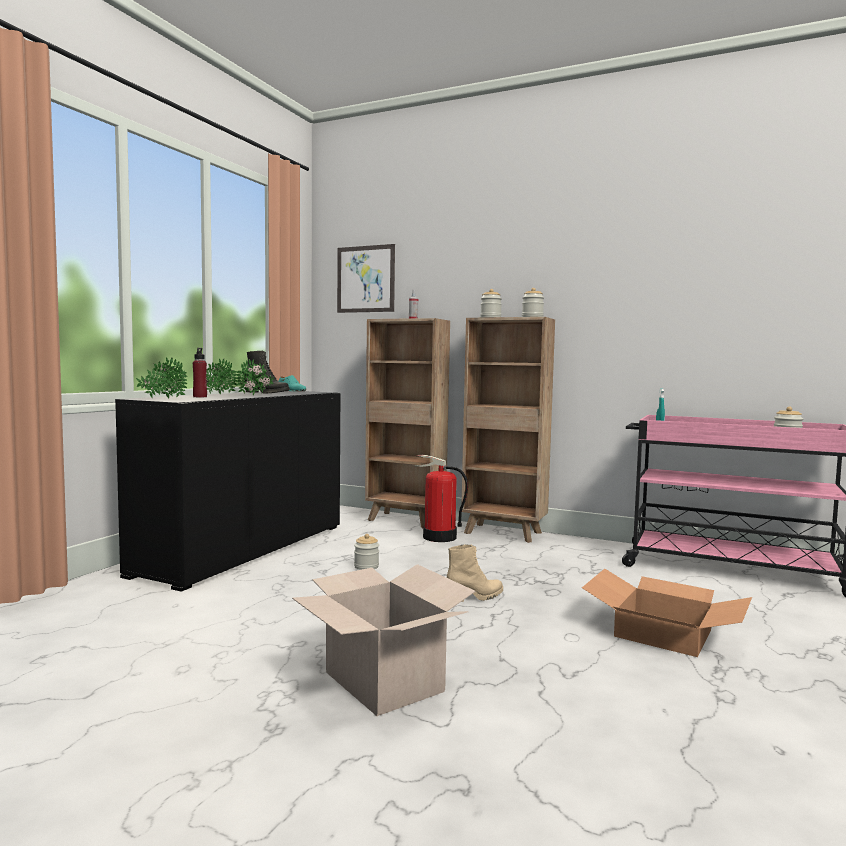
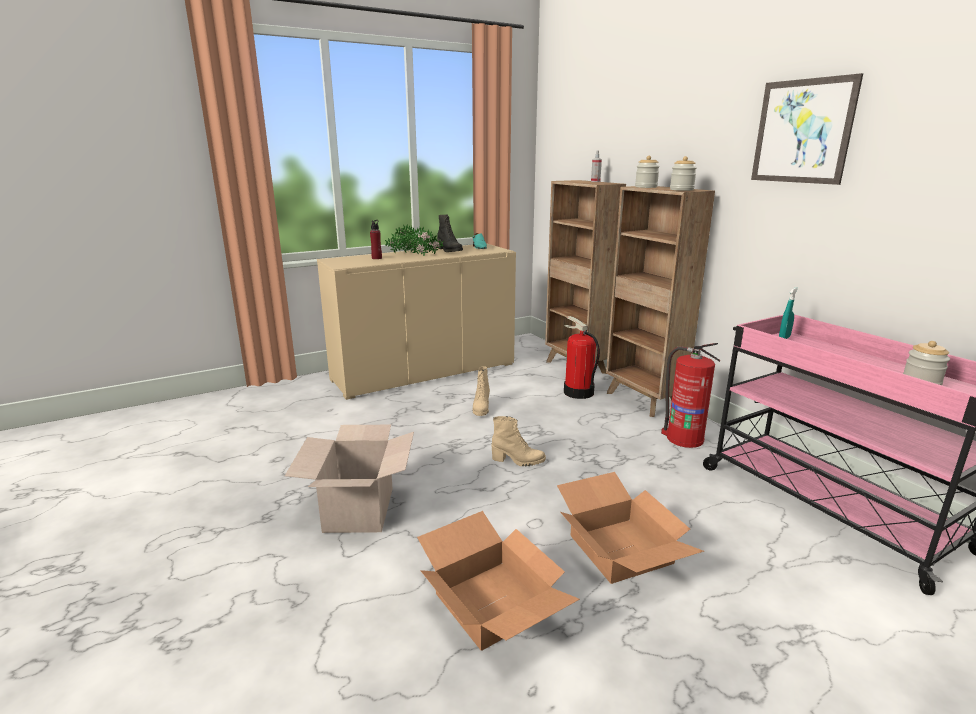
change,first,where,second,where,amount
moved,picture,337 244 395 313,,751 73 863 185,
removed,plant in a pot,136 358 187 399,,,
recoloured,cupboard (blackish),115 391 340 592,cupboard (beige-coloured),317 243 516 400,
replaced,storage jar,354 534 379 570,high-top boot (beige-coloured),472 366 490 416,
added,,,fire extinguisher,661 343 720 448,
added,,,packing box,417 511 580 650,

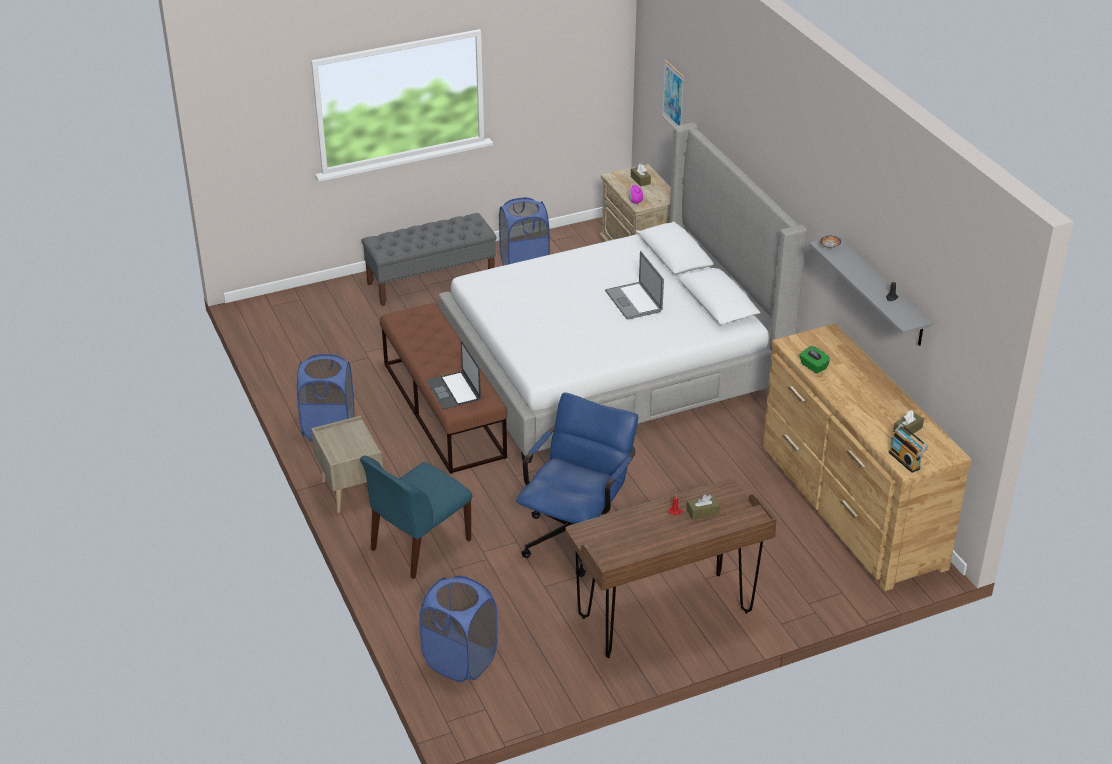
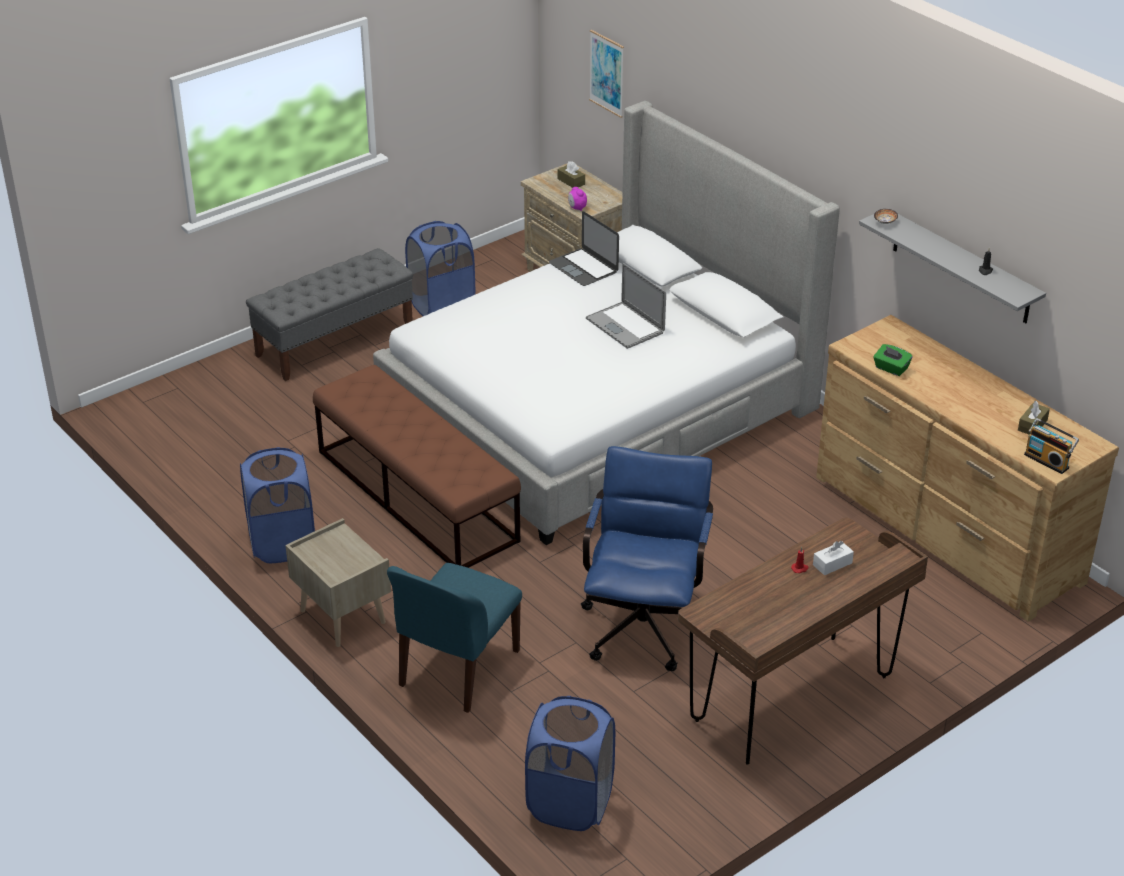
change,first,where,second,where,amount
moved,laptop,426 341 481 409,,549 211 619 286,
recoloured,box of tissues (brownish),687 495 720 520,box of tissues (whitish),813 541 854 575,

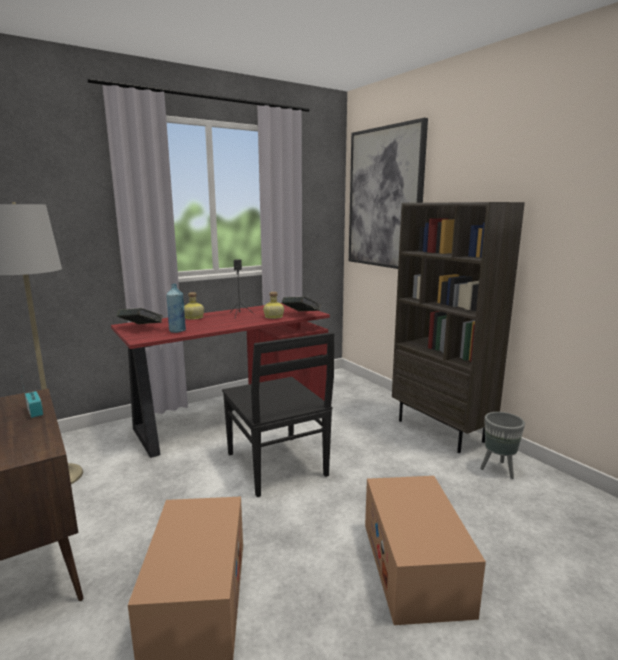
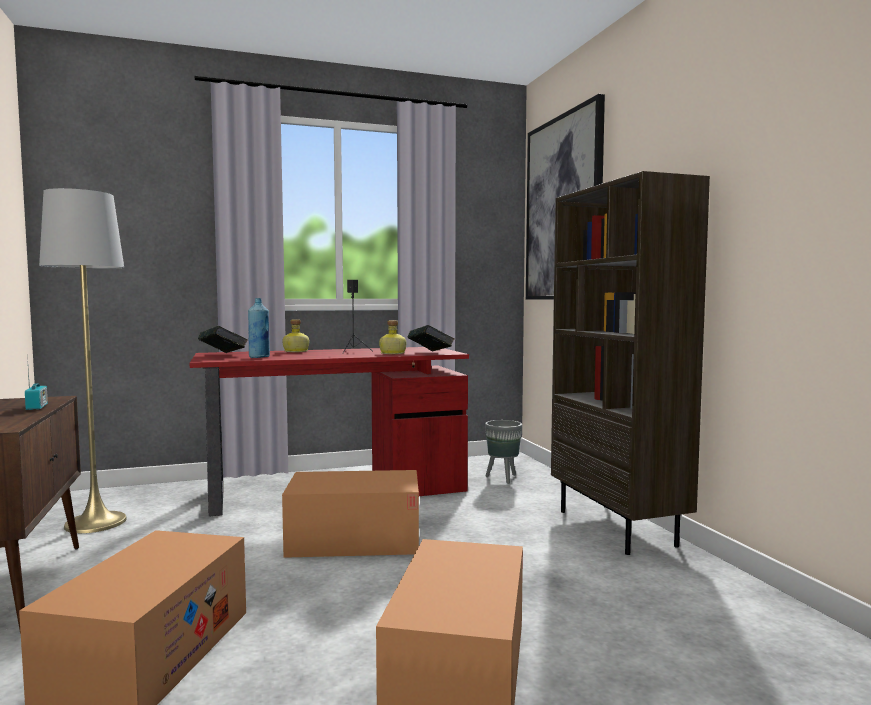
change,first,where,second,where,amount
replaced,upright chair (blackish),222 332 335 497,packing box,282 470 419 558,
moved,plant pot (grey),480 412 525 479,,485 420 522 484,

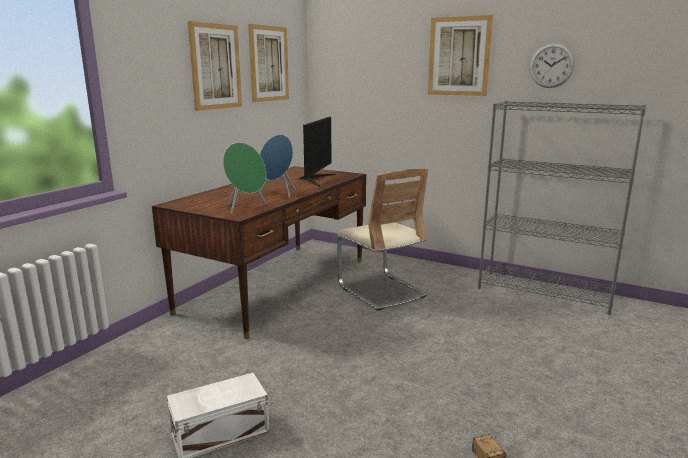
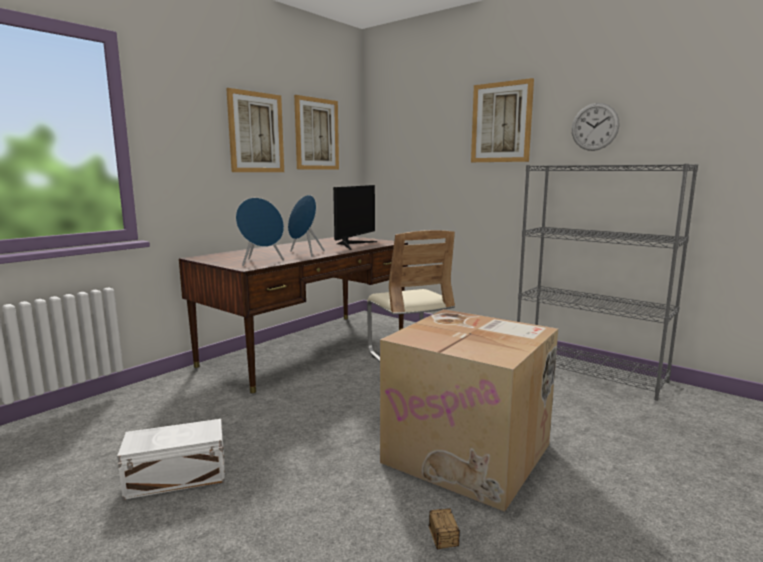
change,first,where,second,where,amount
recoloured,audio speaker (green-coloured),223 142 266 214,audio speaker (blue-coloured),236 198 284 266,
added,,,packing box,380 309 558 512,

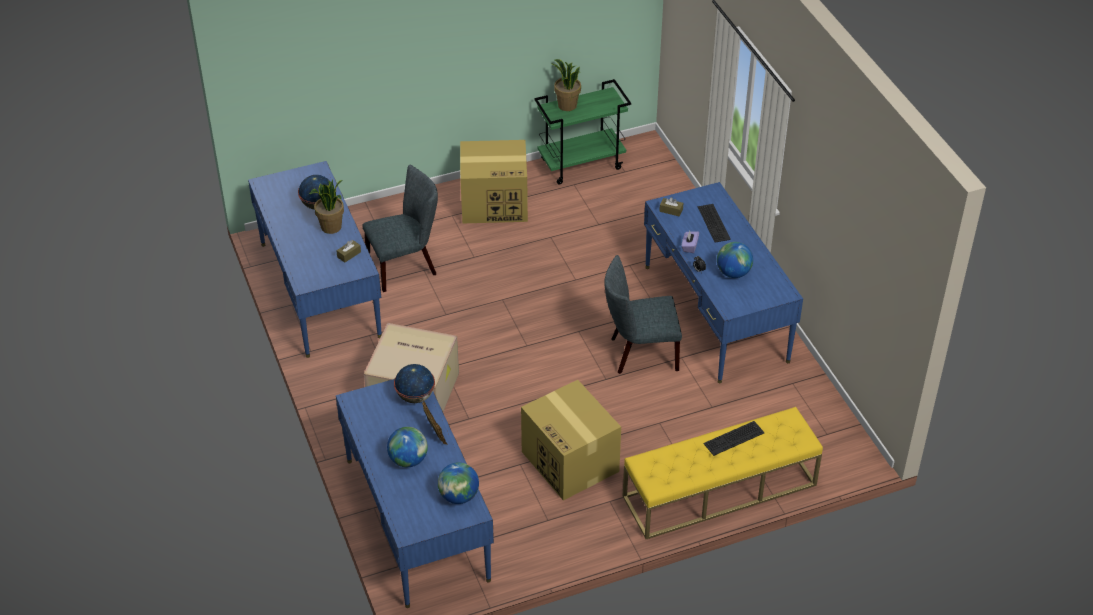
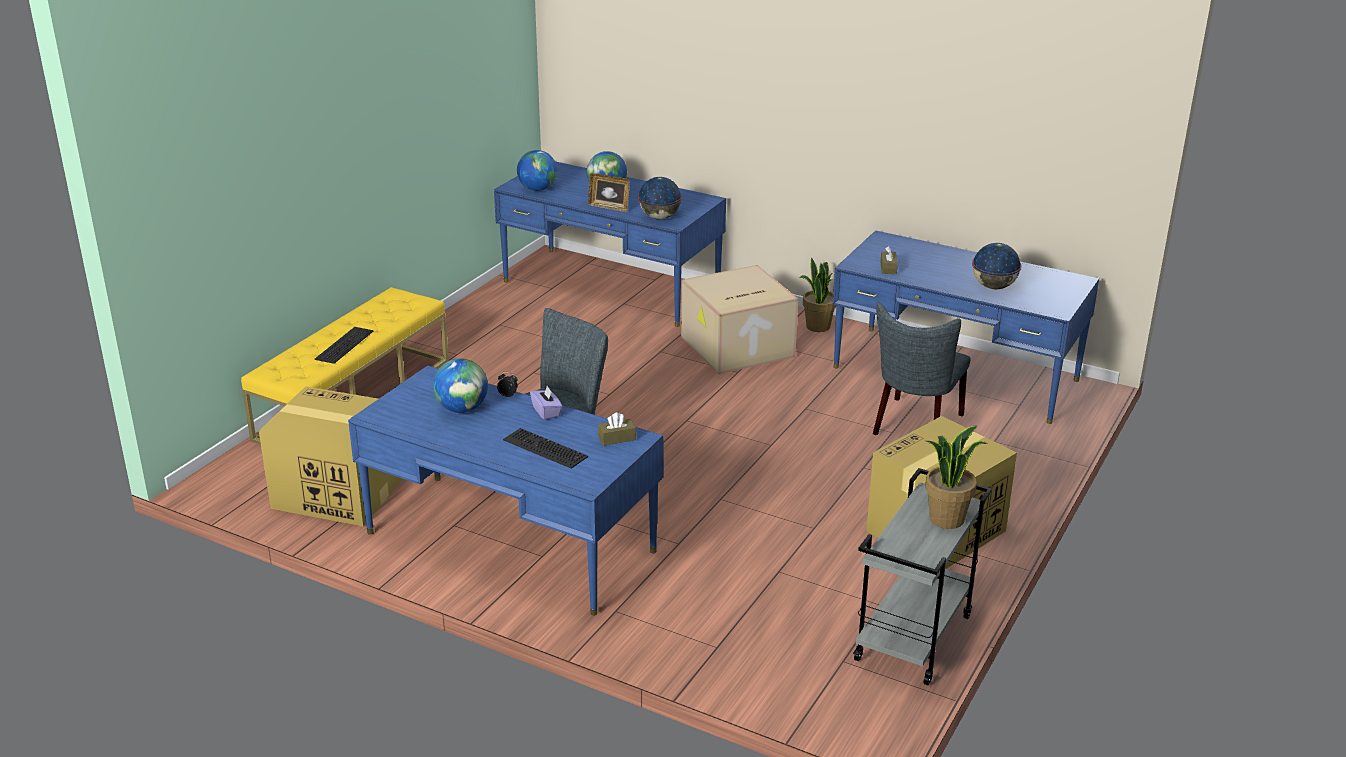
change,first,where,second,where,amount
recoloured,wheeled cart (green-coloured),534 79 631 185,wheeled cart (grey),853 468 992 685,
moved,plant in a pot,310 180 344 234,,799 257 836 332,
moved,packing box,521 380 621 501,,259 386 403 526,

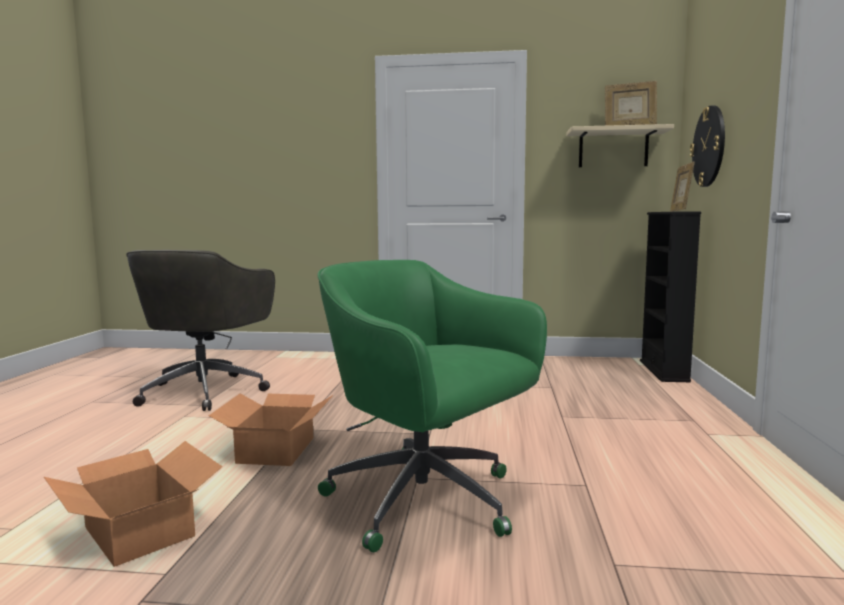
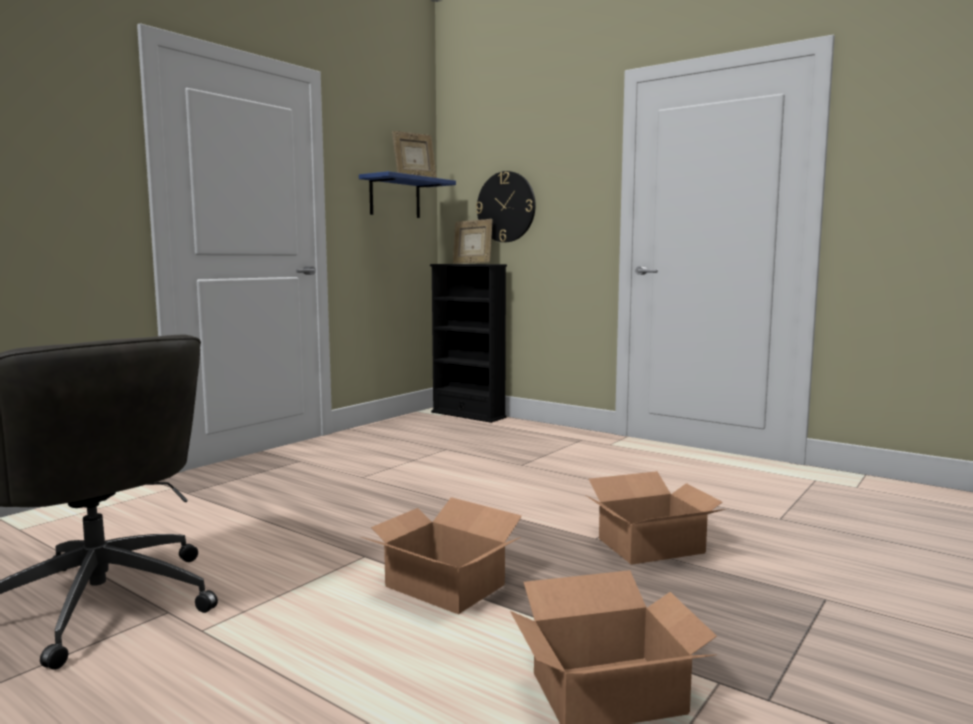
change,first,where,second,where,amount
recoloured,bracket shelf (beige-coloured),566 124 674 167,bracket shelf (blue-coloured),359 171 456 218,
replaced,computer chair (green-coloured),317 260 547 552,packing box,586 471 725 565,

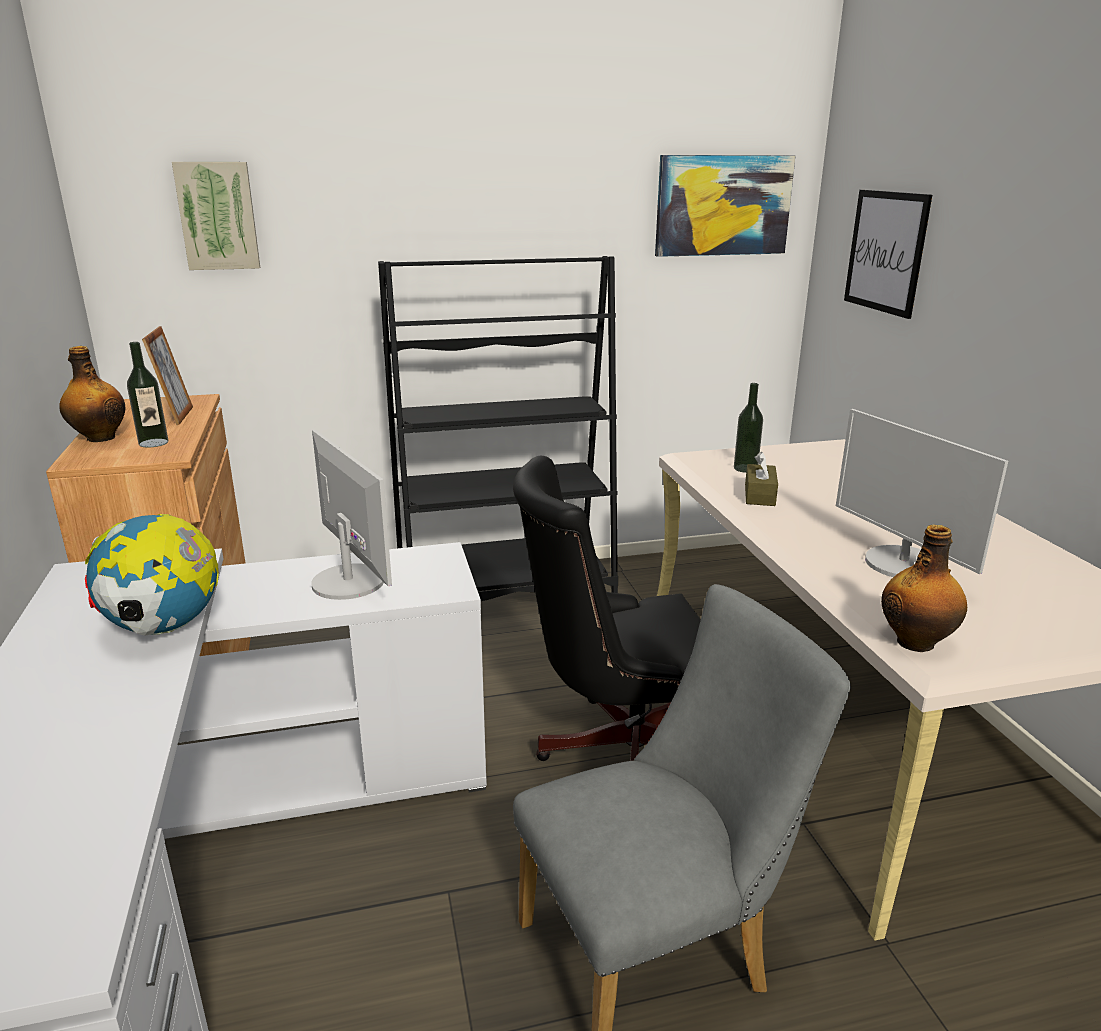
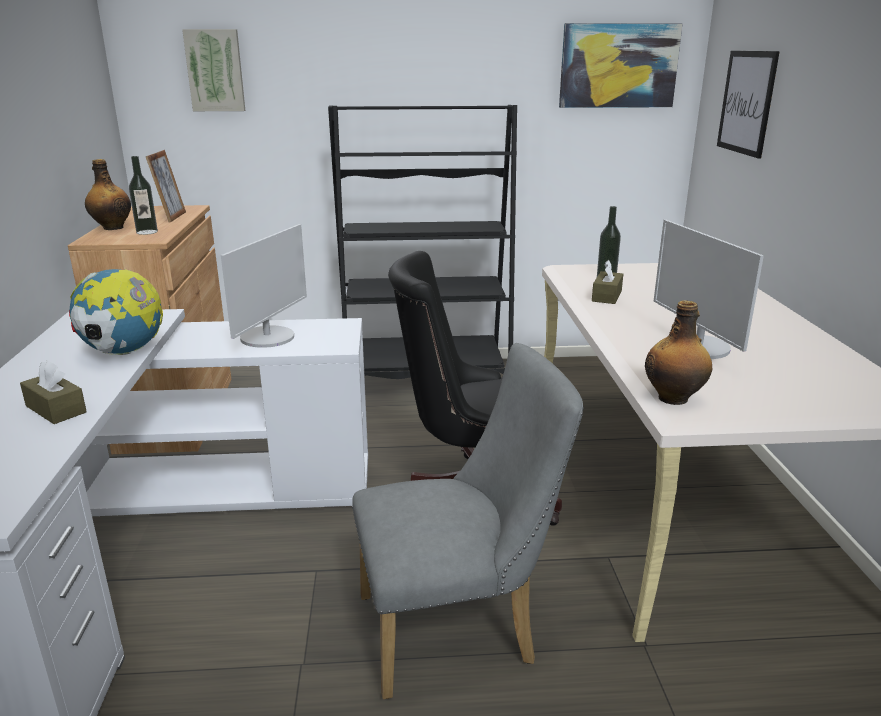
change,first,where,second,where,amount
turned,computer screen,311 430 392 600,,221 224 307 348,45 degrees clockwise
added,,,box of tissues (brownish),20 360 87 424,

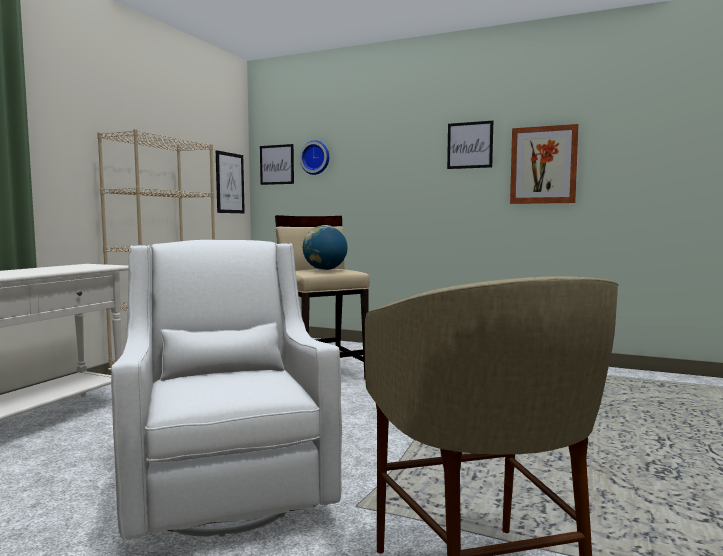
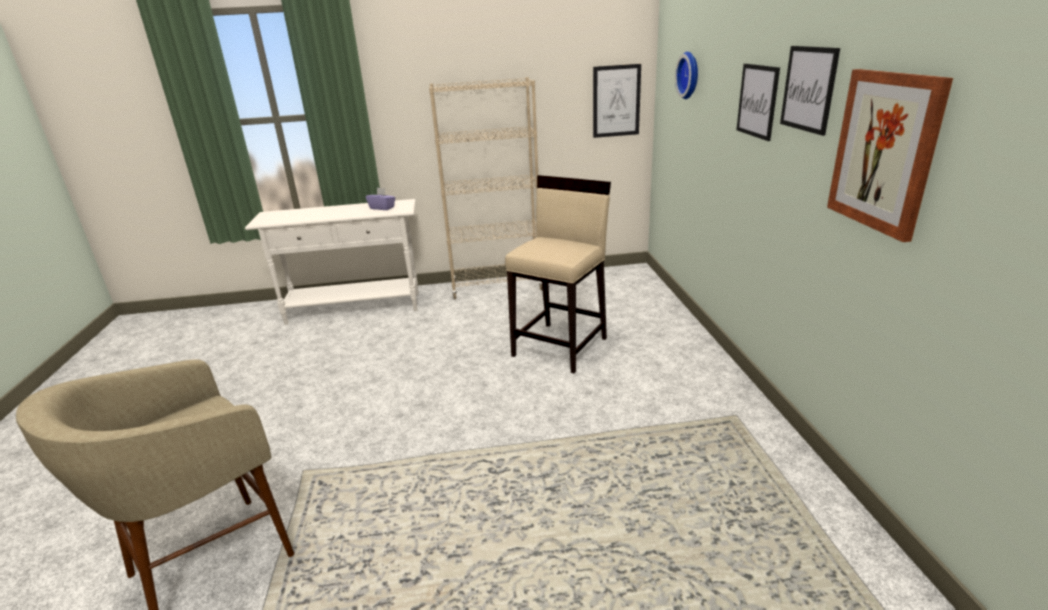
change,first,where,second,where,amount
moved,picture,260 144 294 185,,737 64 780 141,
removed,desk globe,303 225 347 270,,,
removed,easy chair (whitish),111 240 342 540,,,
added,,,box of tissues (purple),366 188 396 210,

